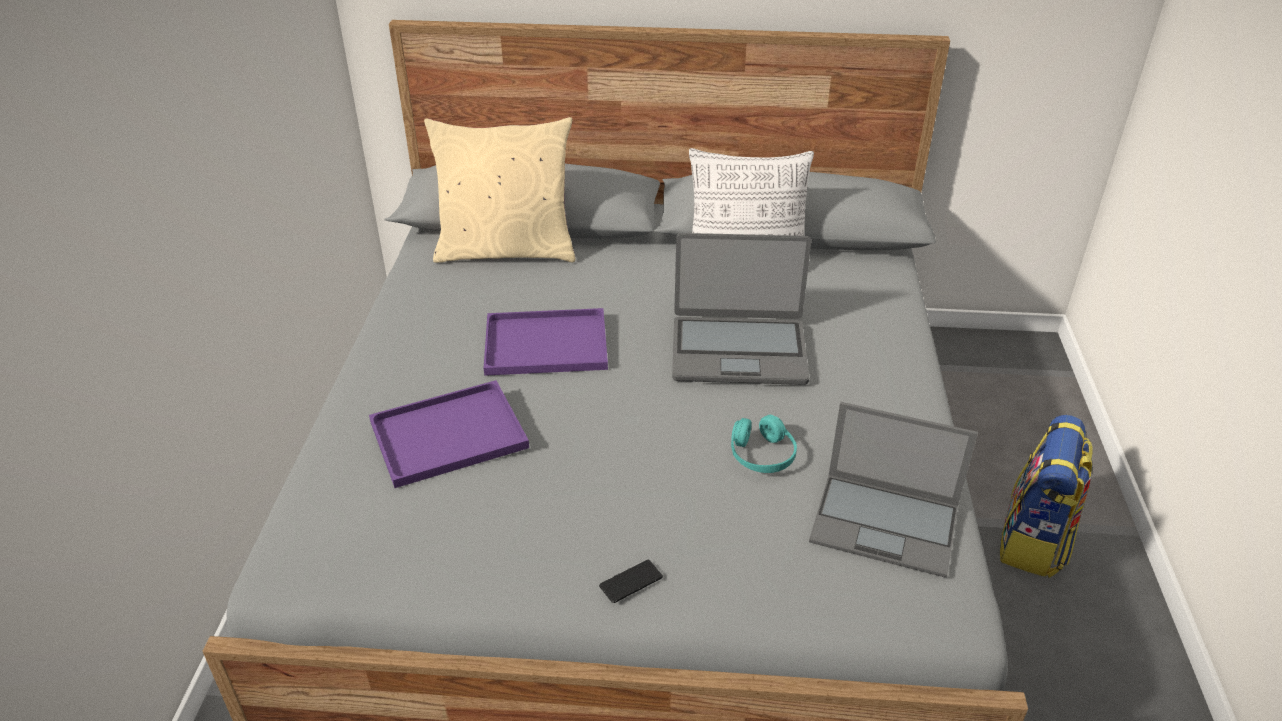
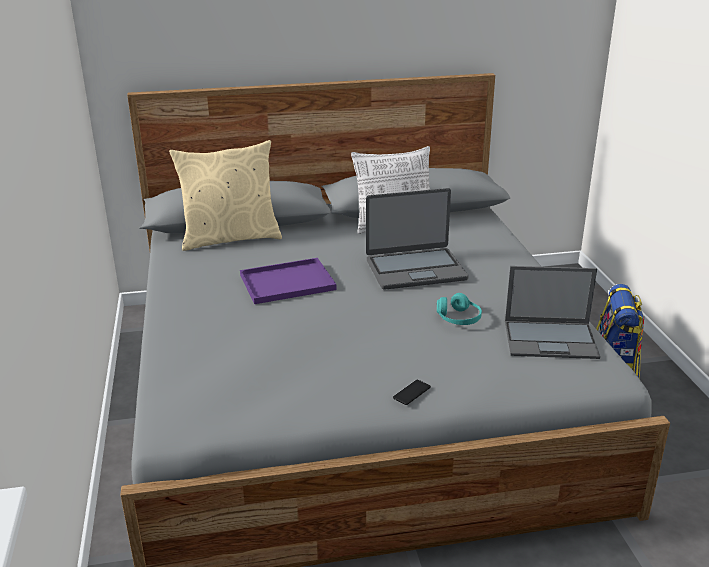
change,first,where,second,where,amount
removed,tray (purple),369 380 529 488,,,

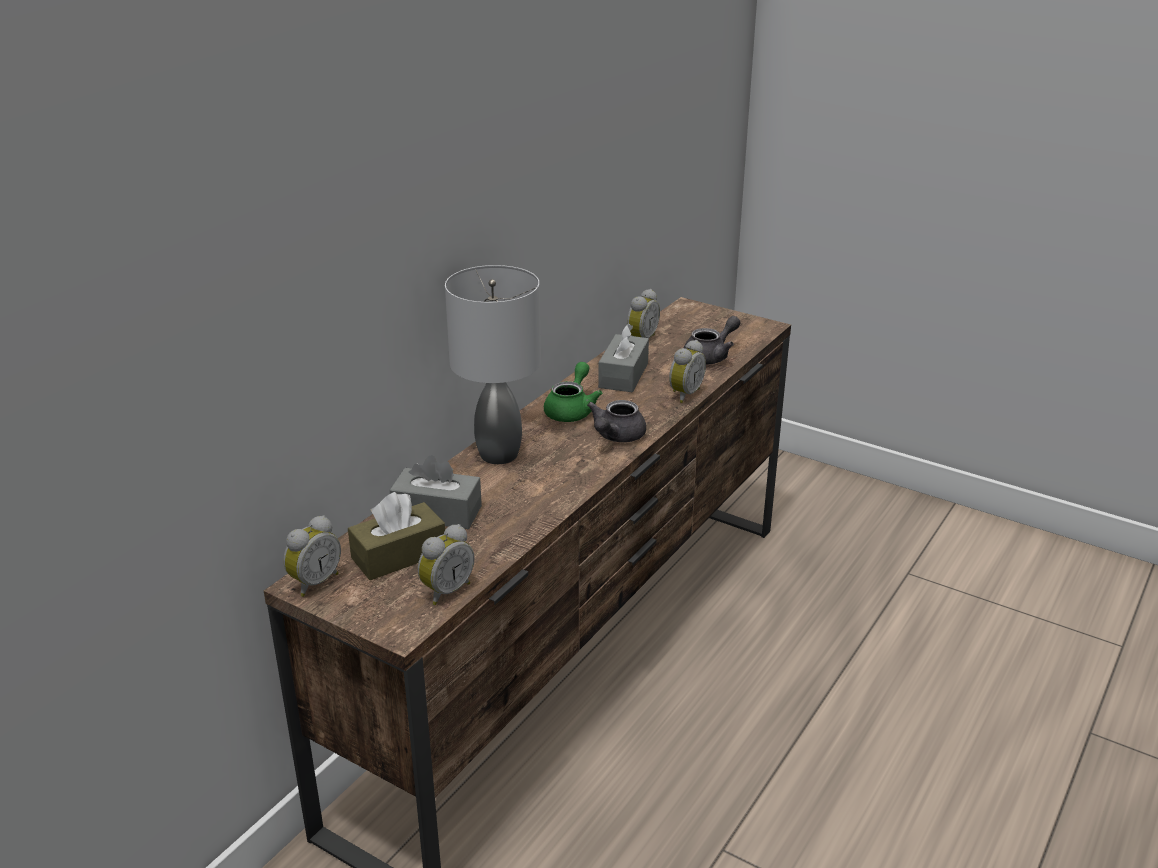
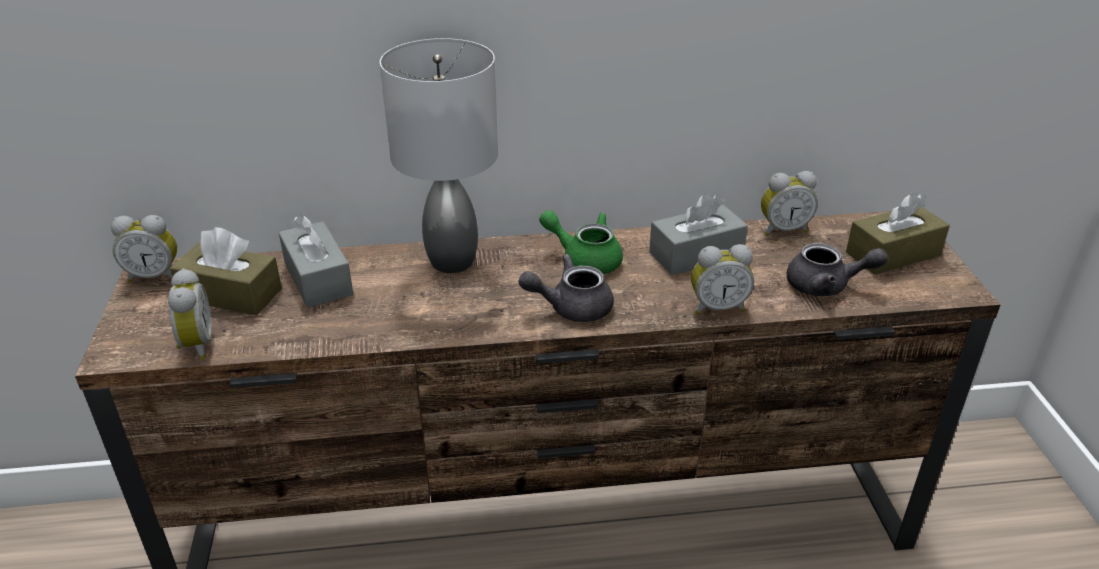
change,first,where,second,where,amount
turned,tea pot (green-coloured),544 362 602 422,,539 210 623 274,135 degrees counterclockwise
turned,bedside clock,418 524 474 605,,168 268 212 360,105 degrees counterclockwise
added,,,box of tissues (brownish),846 193 950 275,

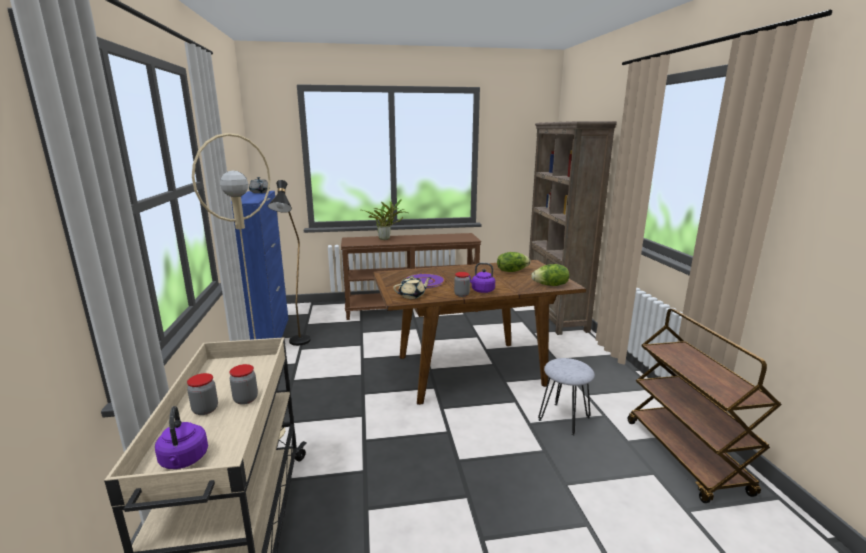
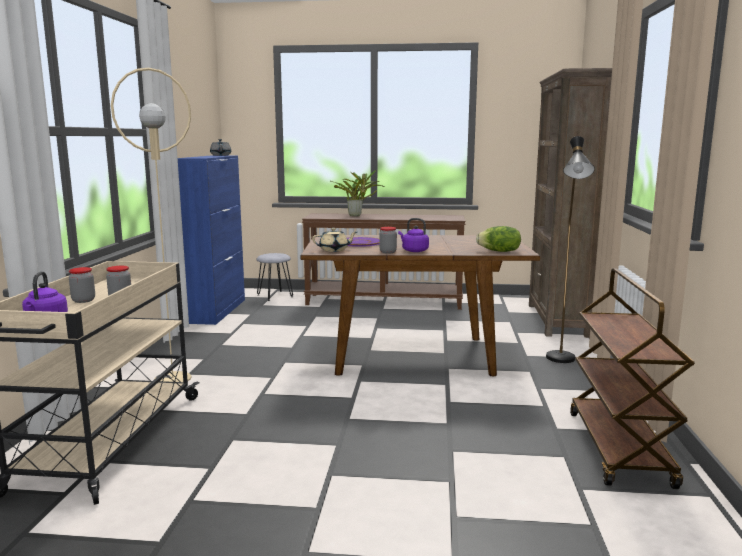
change,first,where,second,where,amount
moved,standard lamp (blackish),268 180 311 346,,546 136 595 363,
removed,head of lettuce,497 252 530 272,,,
moved,stool seat (grey),538 358 595 436,,257 253 293 301,

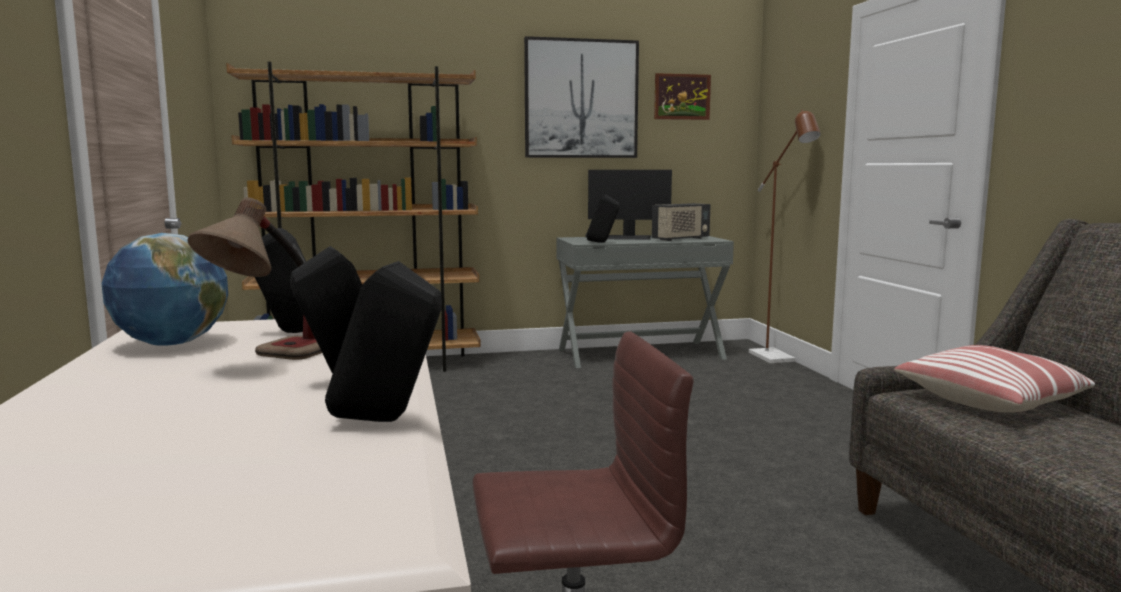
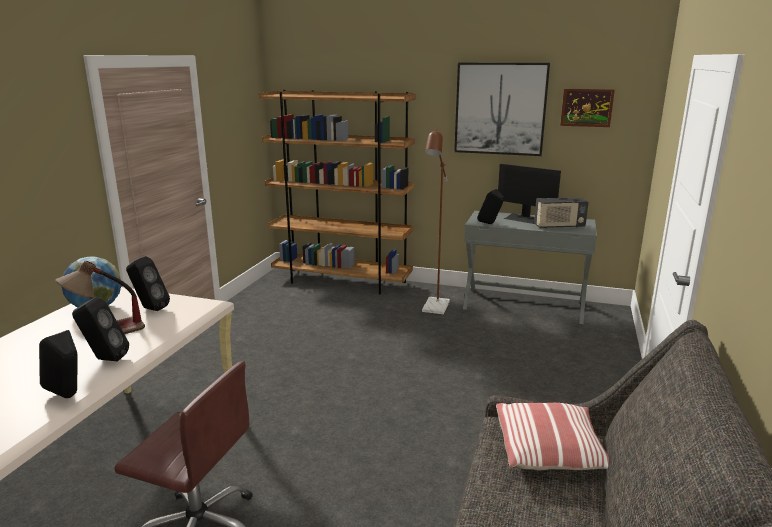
change,first,where,second,where,amount
moved,standard lamp (brownish),749 110 821 363,,422 129 450 314,

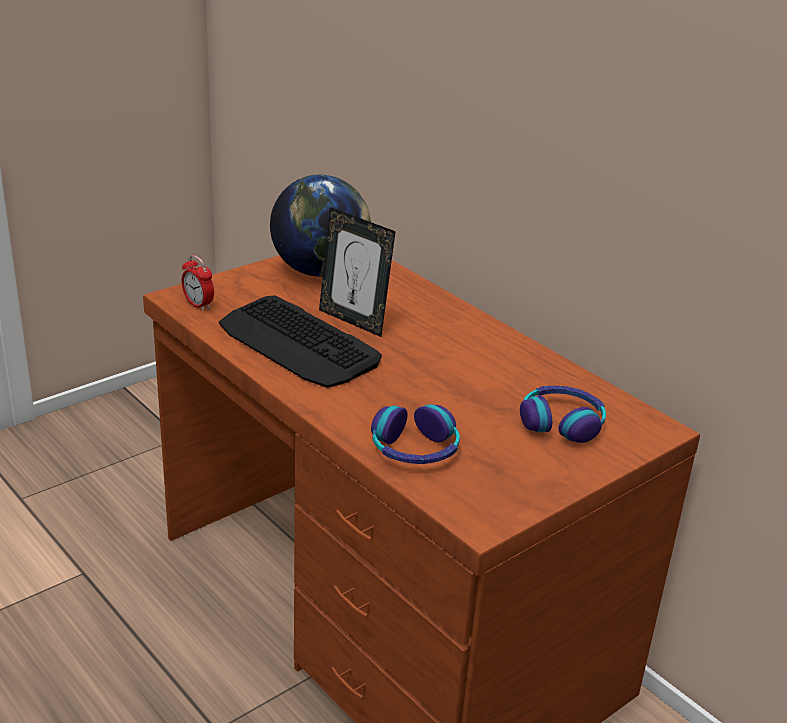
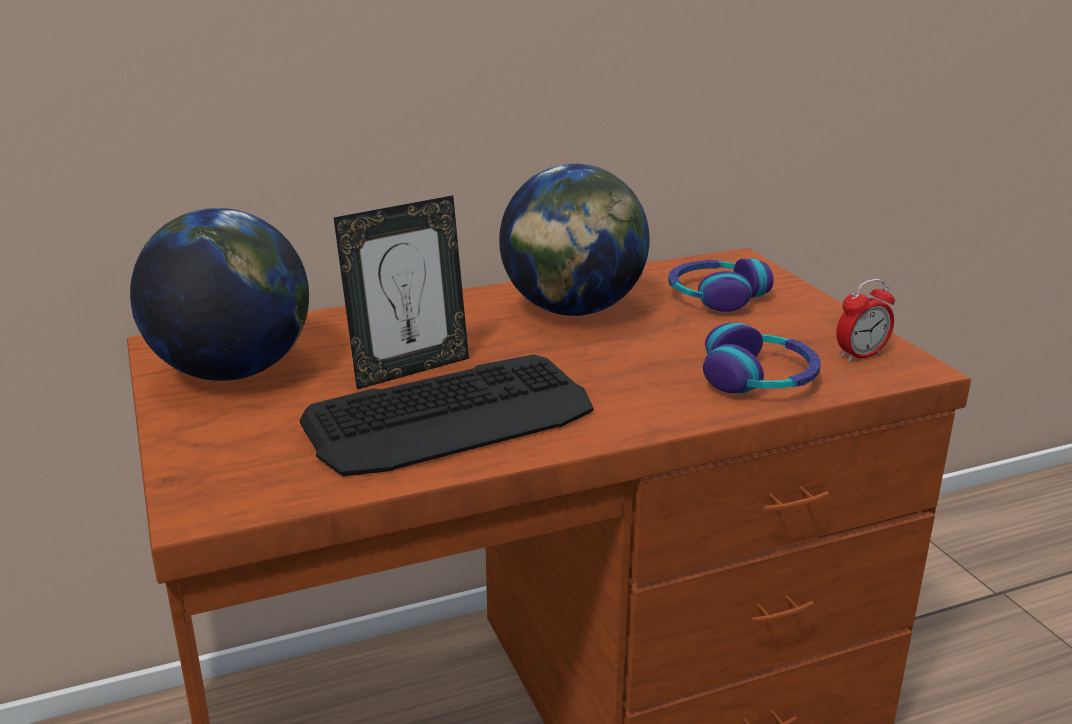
change,first,where,second,where,amount
moved,bedside clock,181 255 214 311,,836 279 895 362,
added,,,desk globe,499 164 650 316,

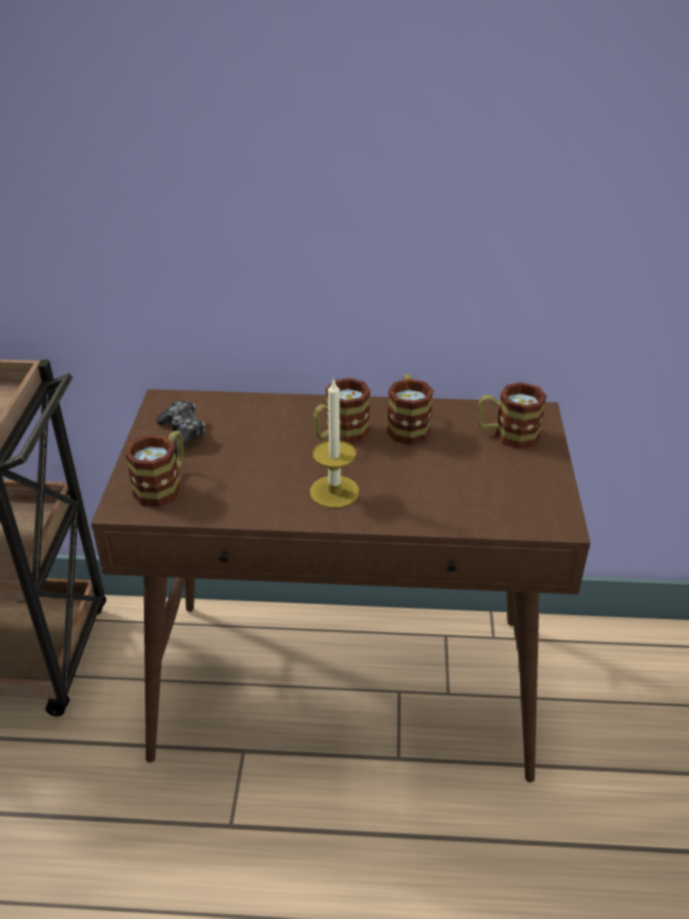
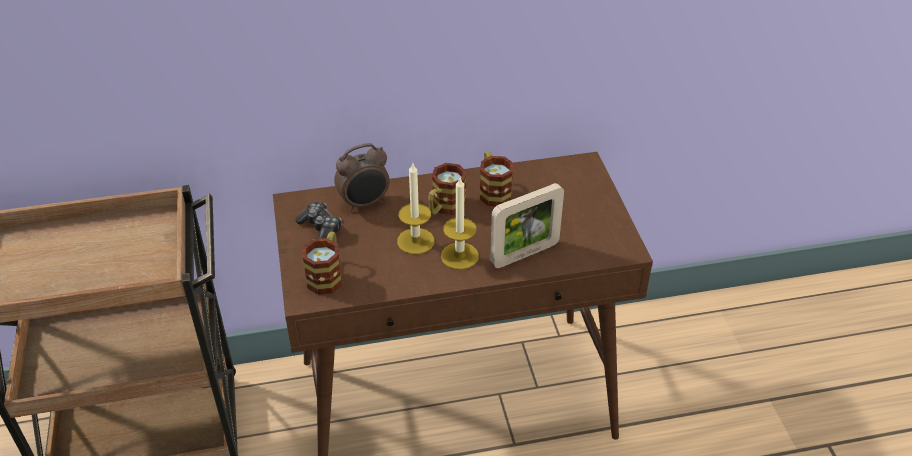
change,first,where,second,where,amount
removed,mug,478 382 547 449,,,
added,,,bedside clock,334 143 390 212,
added,,,wax light,397 163 434 254,
added,,,photo frame,490 183 564 268,

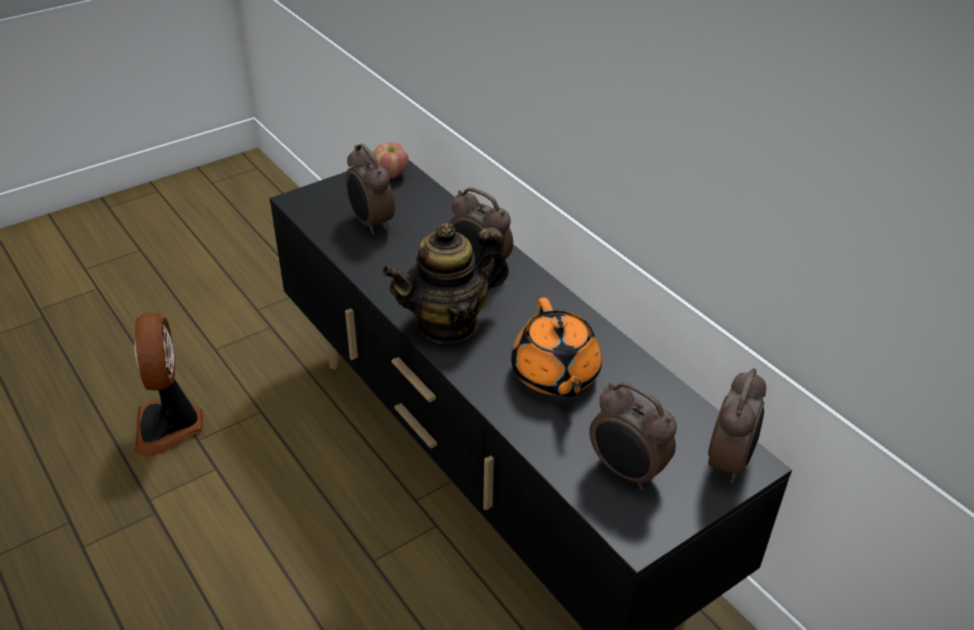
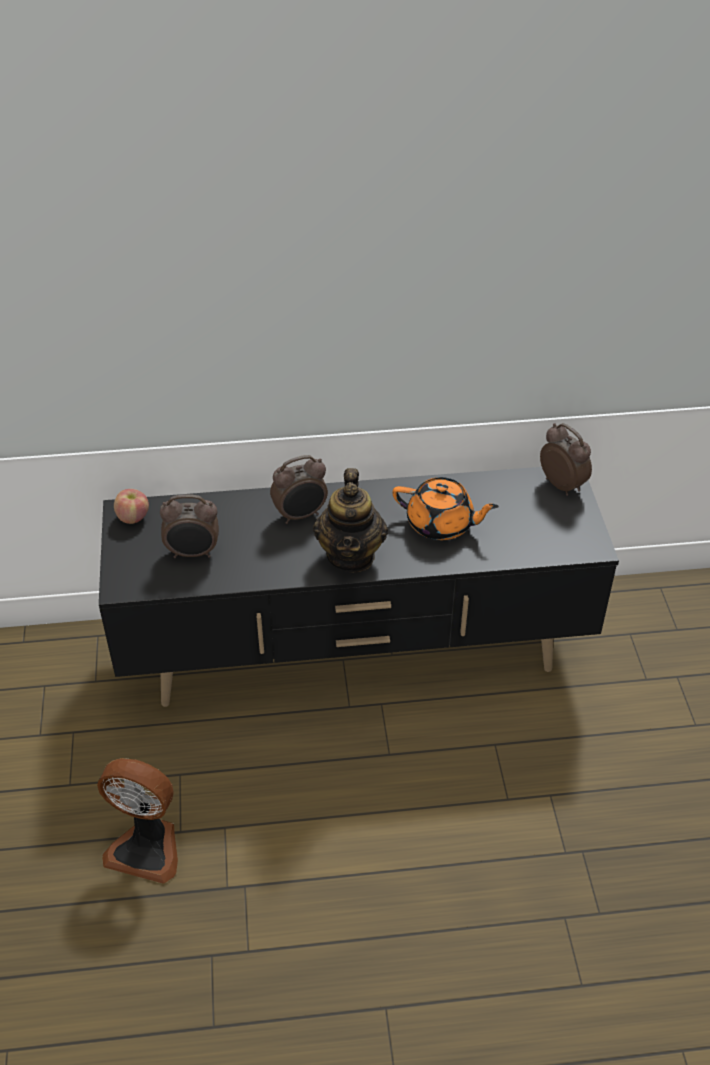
change,first,where,second,where,amount
removed,bedside clock,589 382 677 490,,,

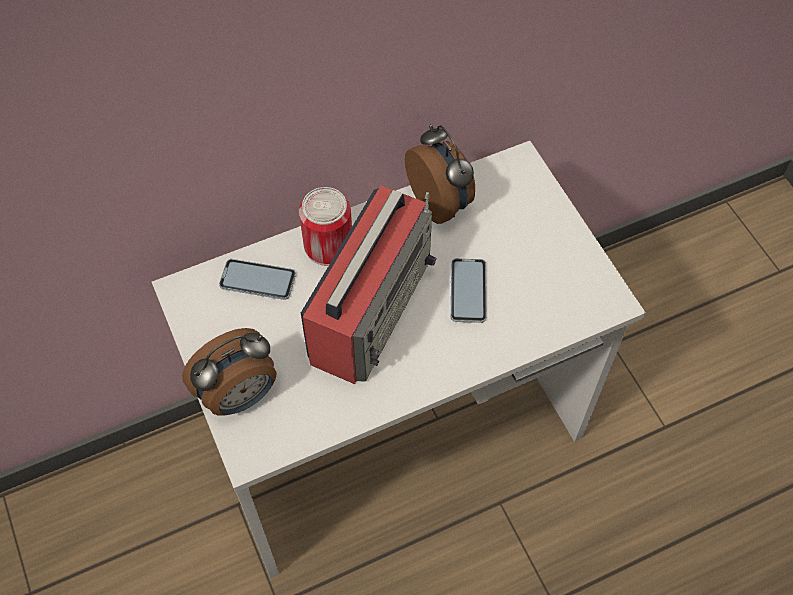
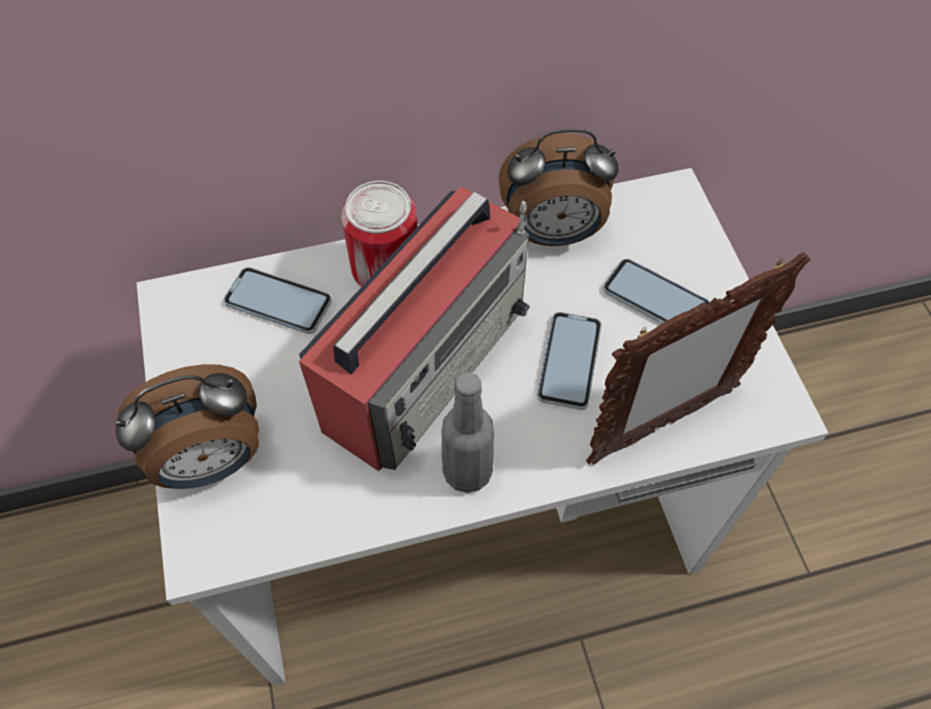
change,first,where,second,where,amount
turned,bedside clock,405 124 475 224,,499 129 619 246,105 degrees clockwise
added,,,photo frame,586 252 811 465,
added,,,handset,603 258 710 324,
added,,,beverage bottle (grey),441 372 494 493,

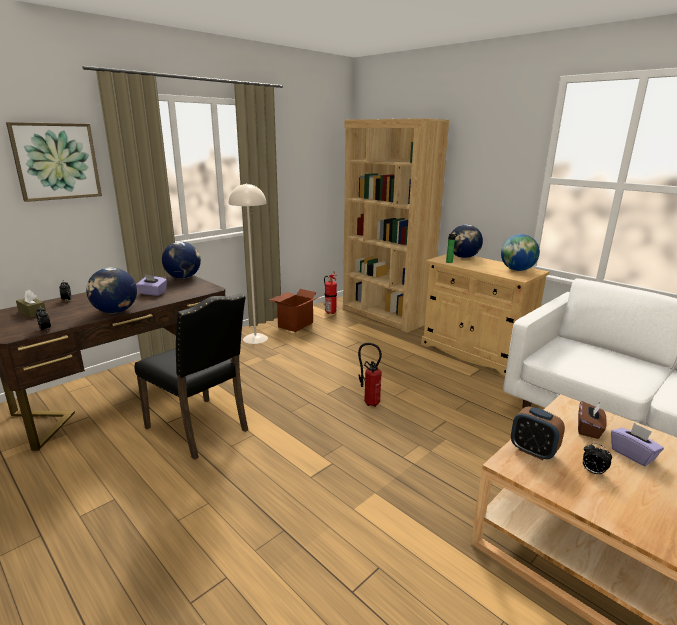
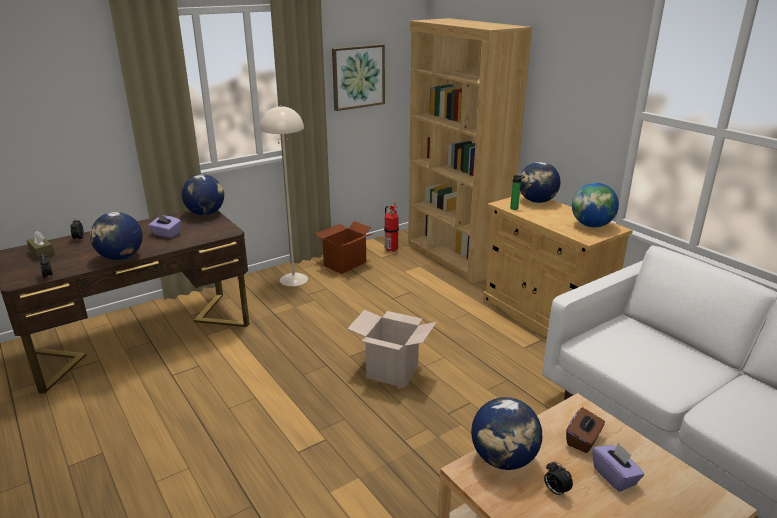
change,first,where,second,where,amount
moved,picture,6 122 102 202,,332 44 385 111,
removed,upright chair (blackish),134 293 248 460,,,
replaced,fire extinguisher,358 343 382 407,packing box,347 310 437 388,
replaced,bedside clock,511 406 565 460,desk globe,471 397 542 470,

